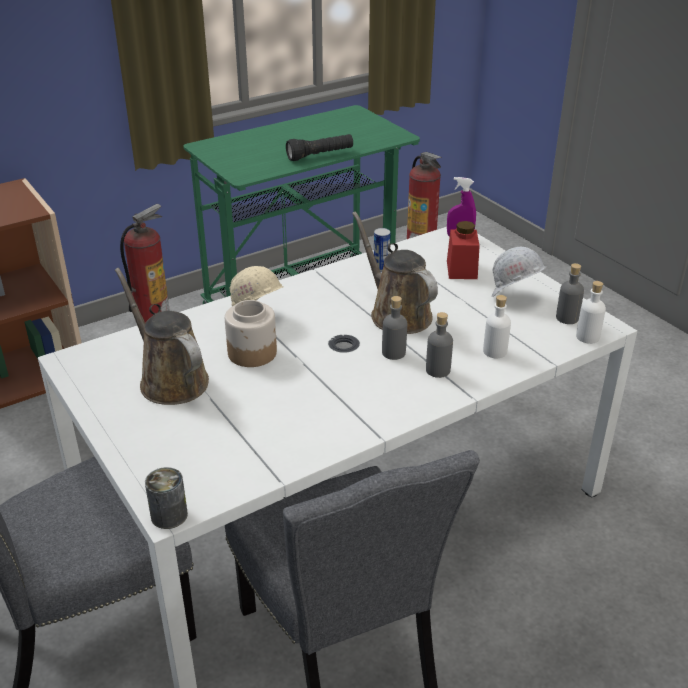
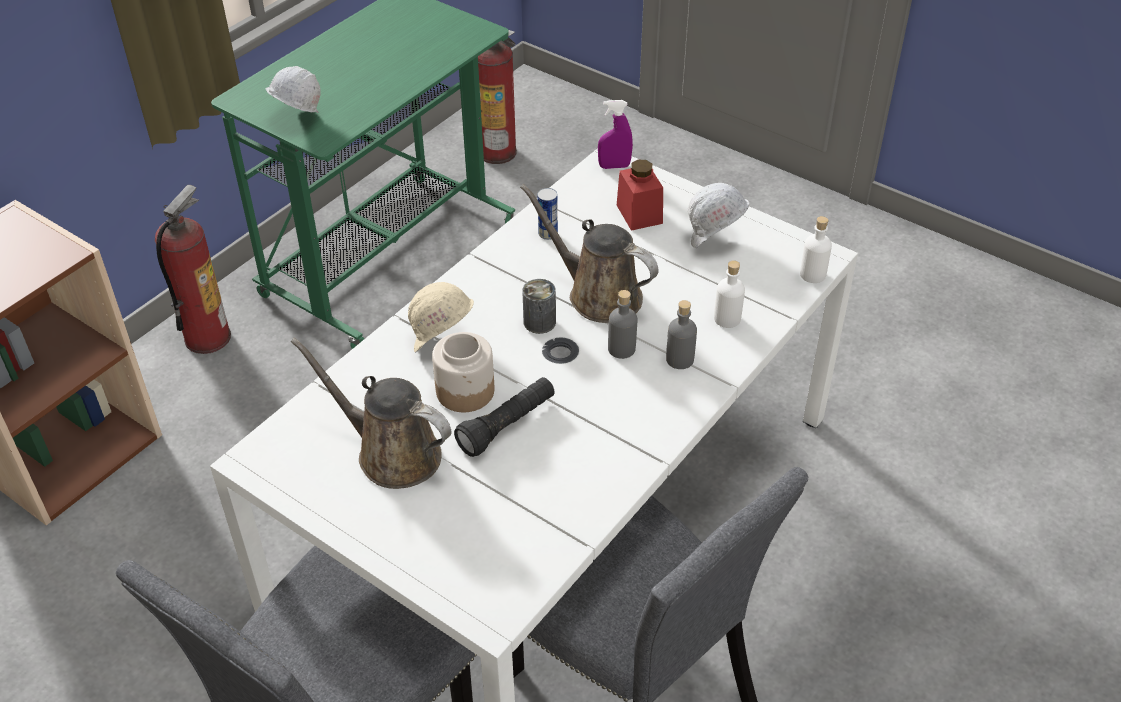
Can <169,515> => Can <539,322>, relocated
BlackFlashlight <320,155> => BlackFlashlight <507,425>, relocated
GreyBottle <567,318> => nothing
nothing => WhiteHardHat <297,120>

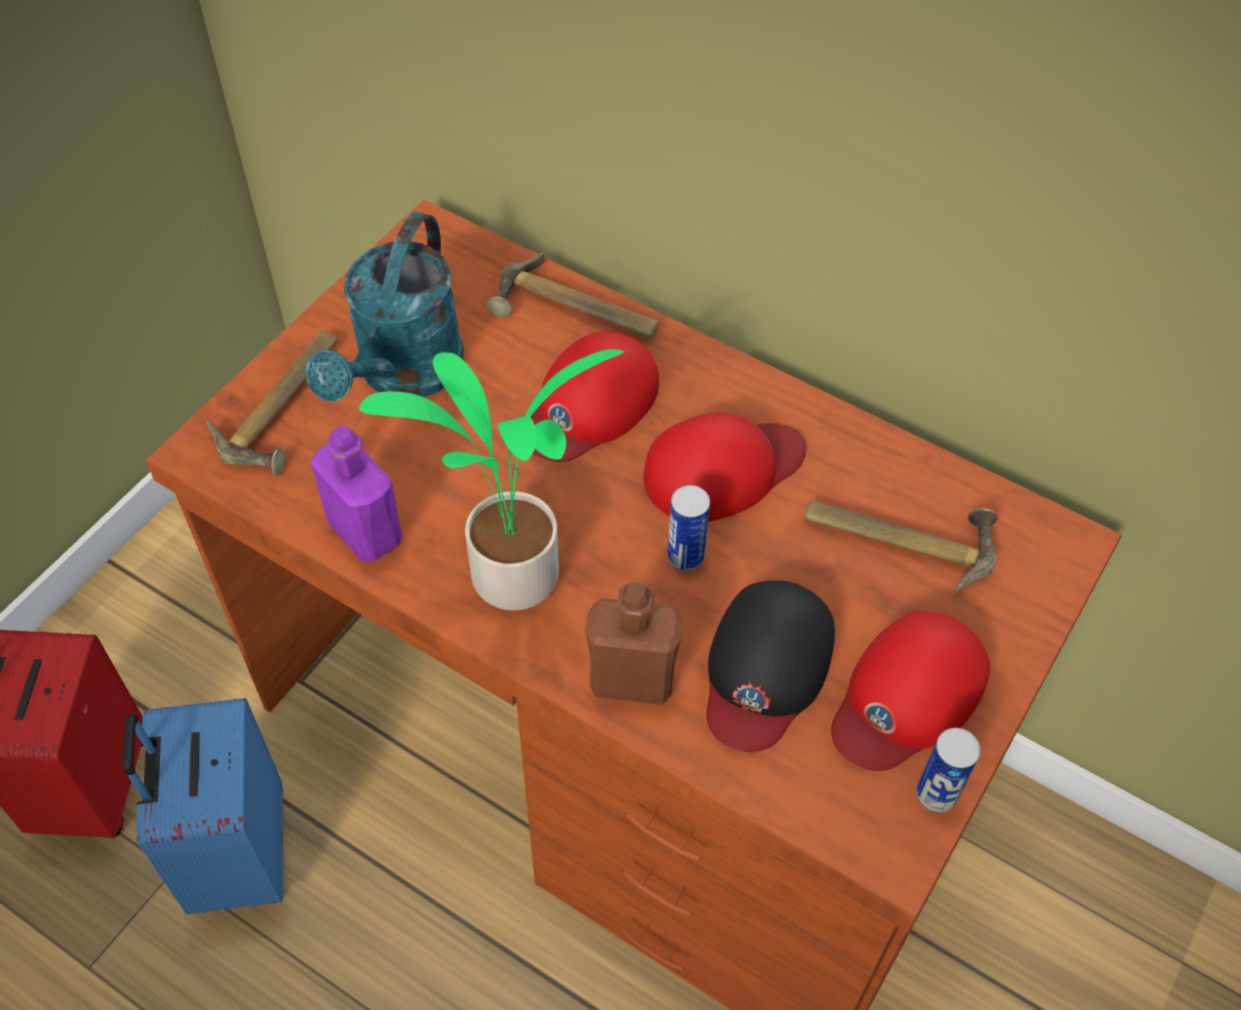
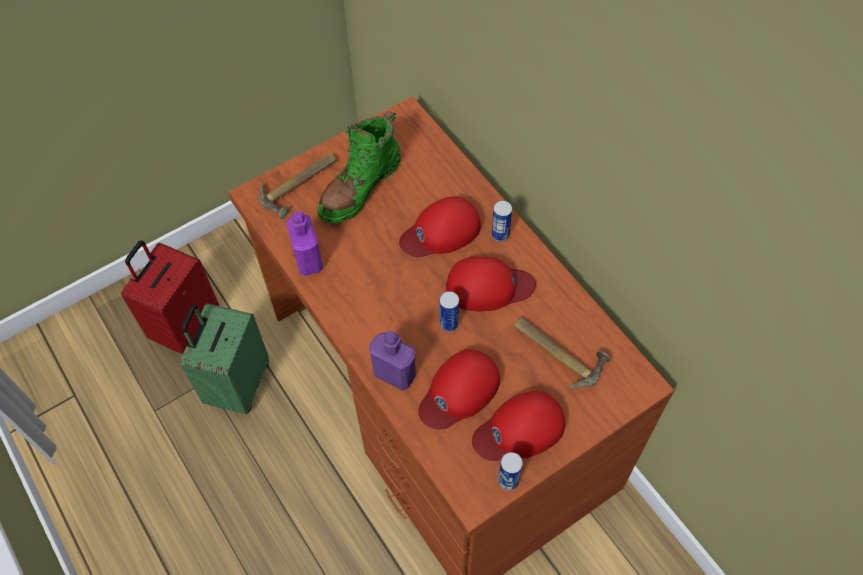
BlueSuitcase <237,855> => GreenSuitcase <237,384>
TurquoiseWateringCan <403,376> => GreenBoot <360,187>
PottedPlant <511,581> => nothing
Hammer <574,314> => nothing
BrownBottle <632,680> => PurpleBottle <394,374>
BlackCap <765,668> => RedCap <459,391>
nothing => Can <500,235>

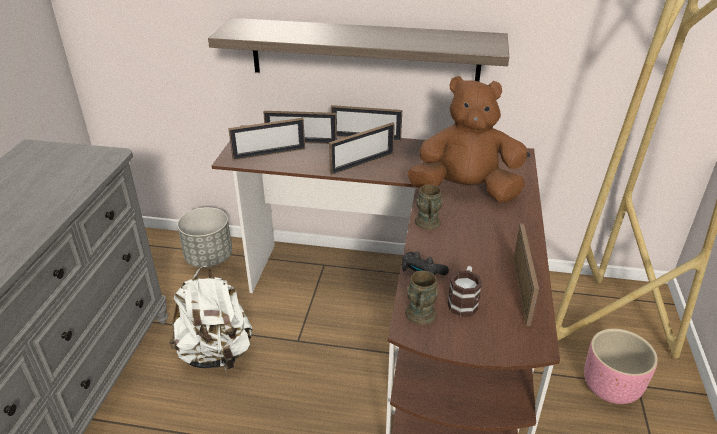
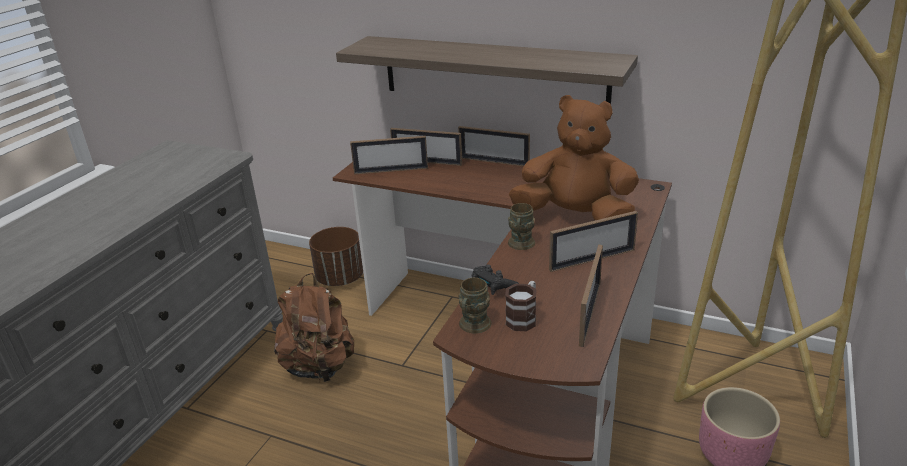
WhiteBackpack <216,353> => BrownBackpack <319,367>
GreyPlanter <209,257> => BrownPlanter <340,278>
PictureFrame <362,163> => PictureFrame <592,260>, relocated

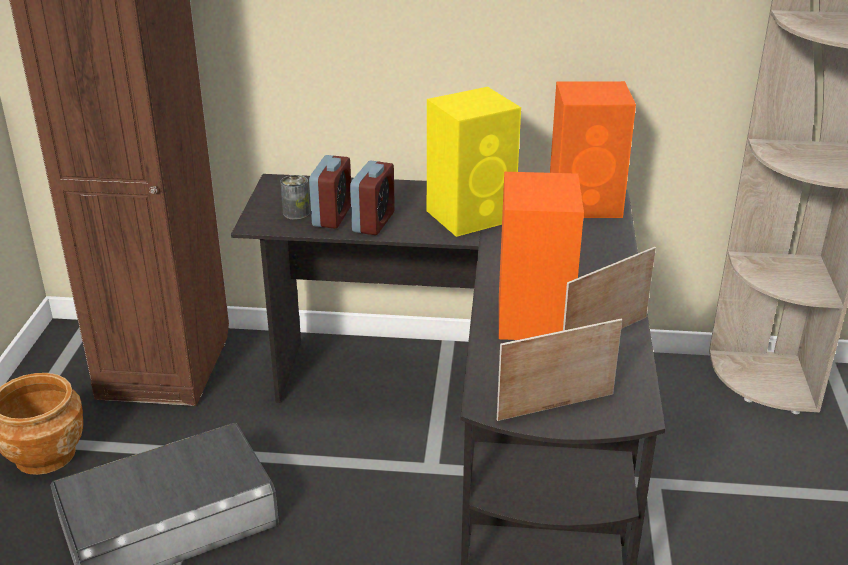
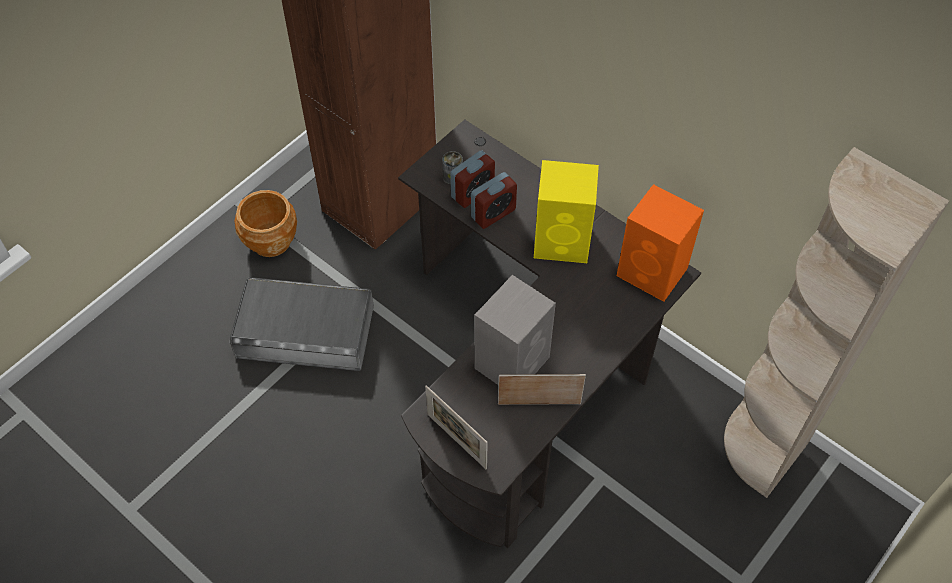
PictureFrame <555,407> => PictureFrame <456,441>, 150 degrees counterclockwise
OrangeSpeaker <533,316> => GreySpeaker <513,361>

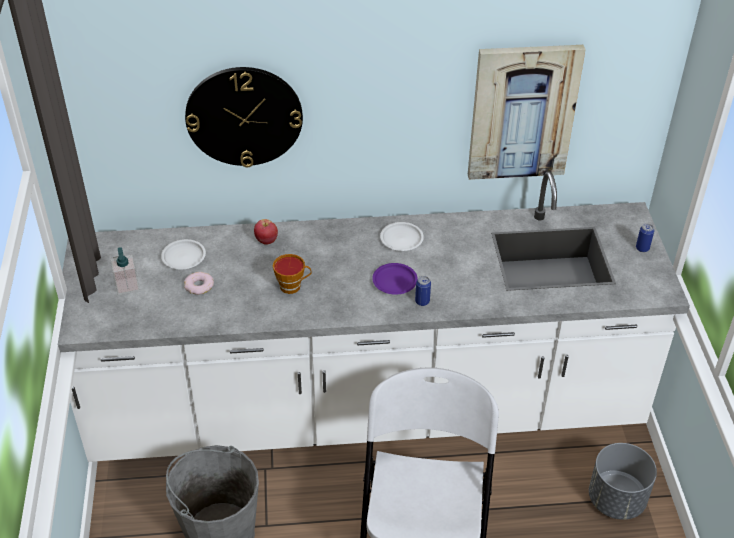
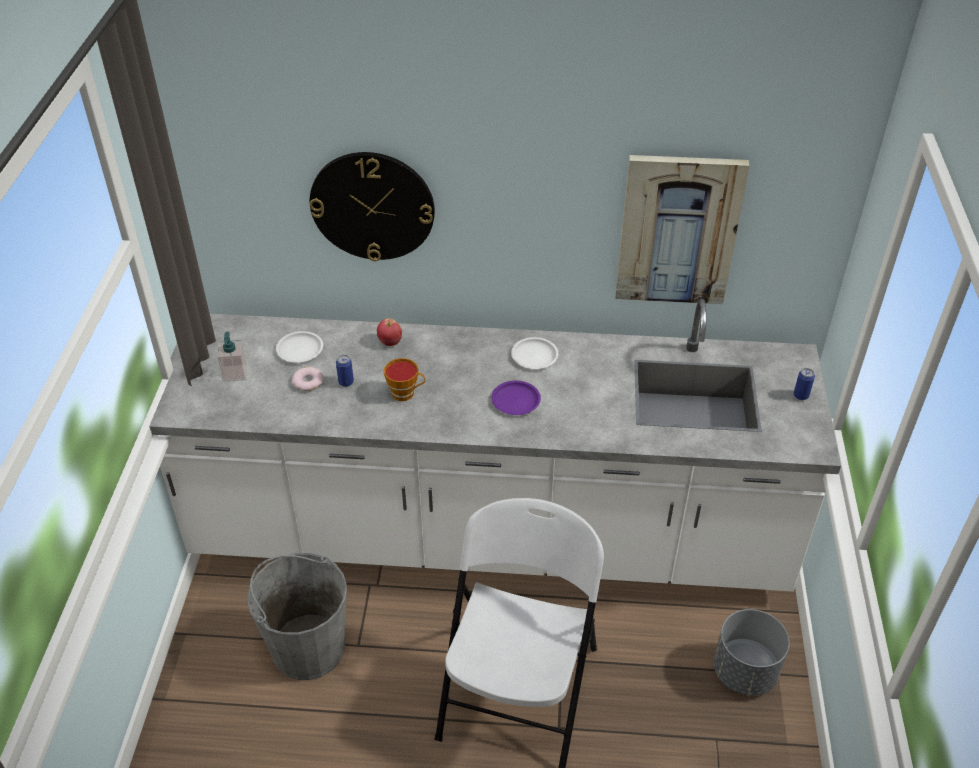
Can <422,301> => Can <346,382>, relocated

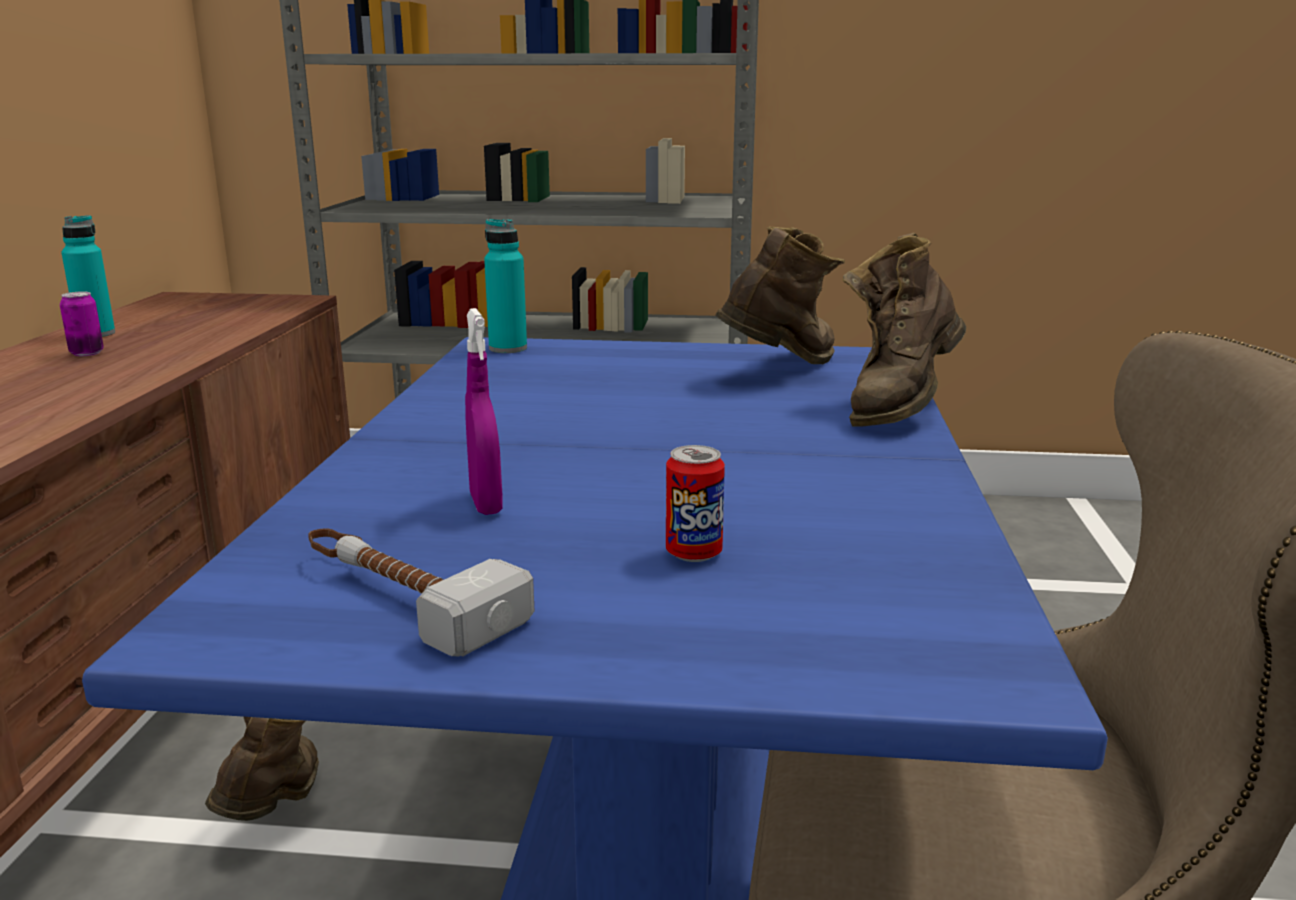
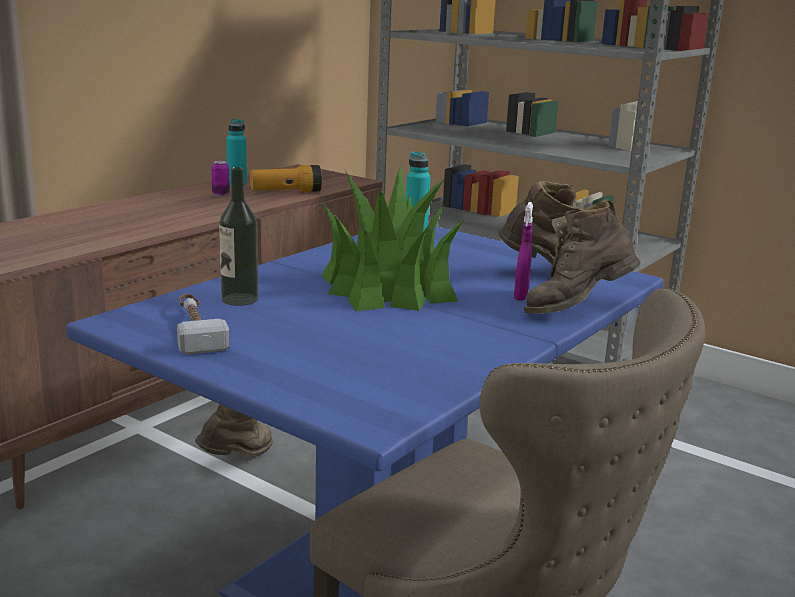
PurpleSprayBottle <486,504> => PurpleSprayBottle <521,296>, relocated
Can <693,553> => nothing
nothing => Bottle <239,299>
nothing => Flashlight <286,192>
nothing => PottedPlant <388,288>

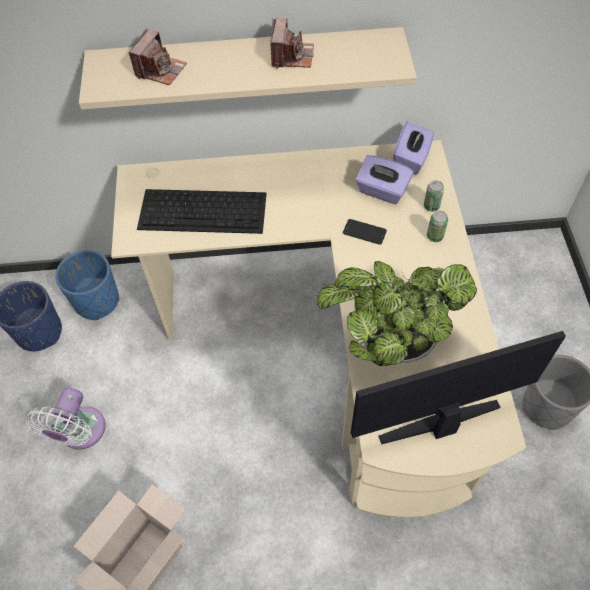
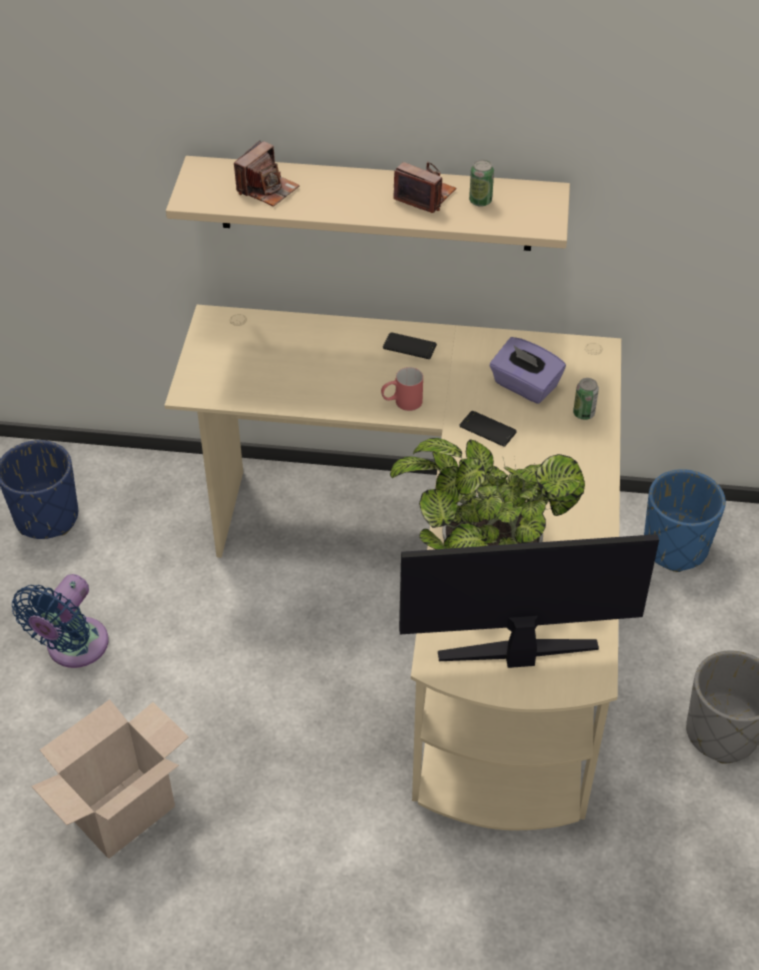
WhiteFan <80,433> => BlueFan <73,648>
BluePlanter <97,301> => BluePlanter <675,547>, relocated
Keyboard <204,210> => nothing
PhotoCamera <291,56> => PhotoCamera <425,196>, 75 degrees counterclockwise
PurpleTissueBox <411,159> => nothing
Can <435,236> => Can <480,201>, relocated
nothing => RedMug <401,402>
nothing => Phone <409,346>

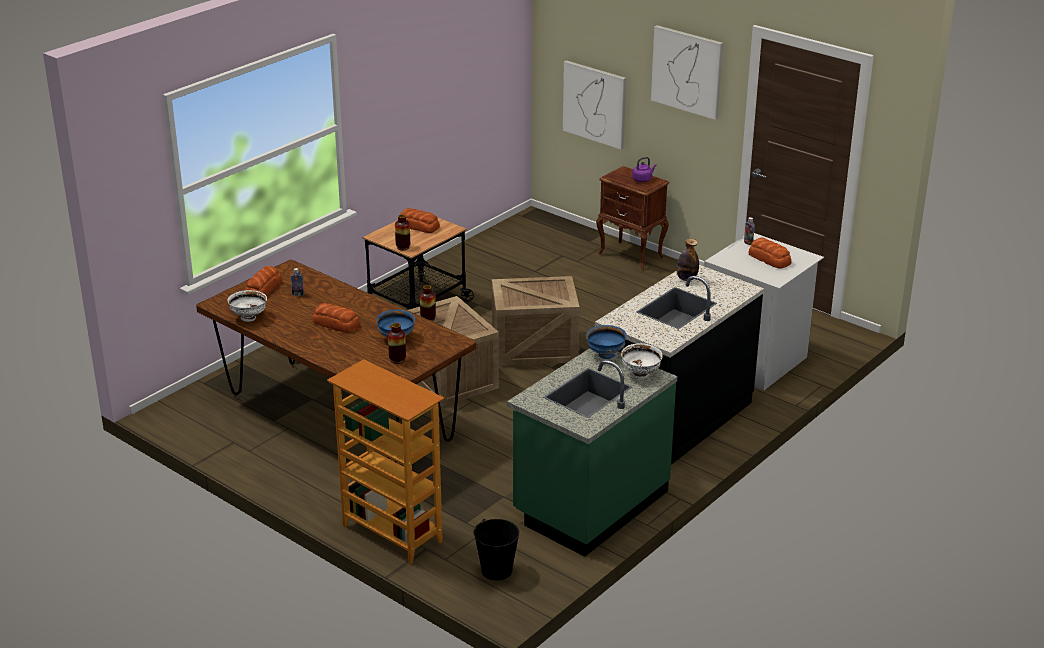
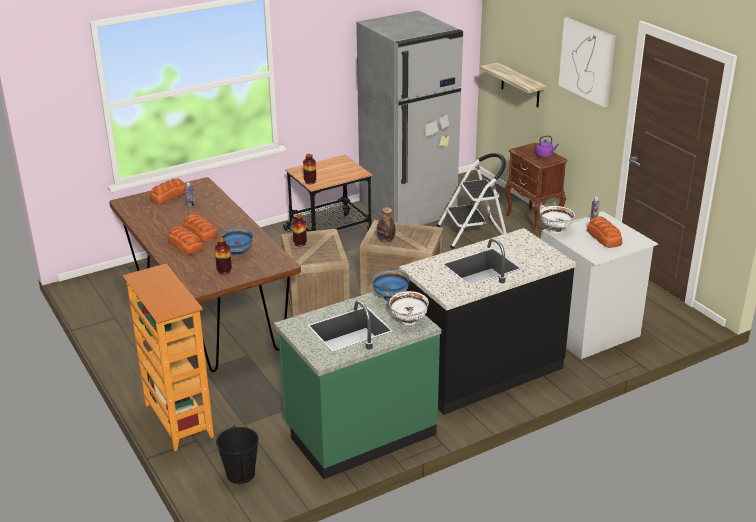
WhiteBowl <248,317> => WhiteBowl <555,230>, relocated
Bread <418,226> => Bread <185,245>, relocated
Picture <595,104> => Shelf <520,85>
Bottle <686,278> => Bottle <386,240>, relocated
nothing => GreyFridge <408,207>
nothing => StepLadder <474,234>

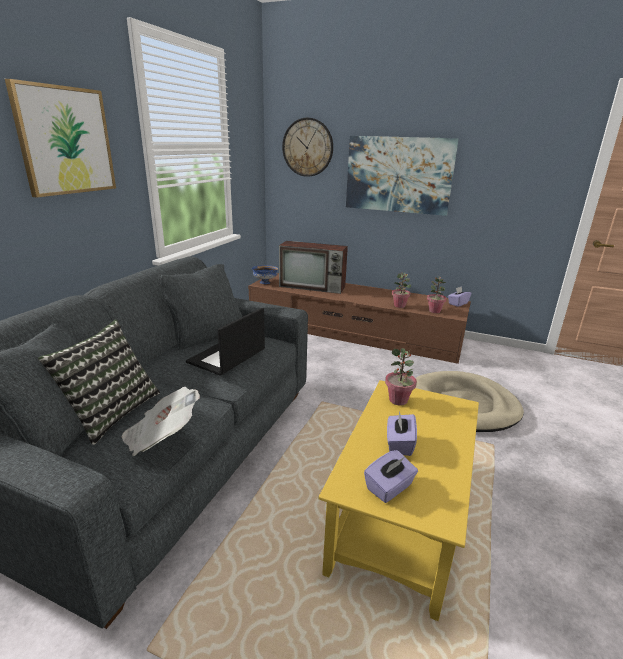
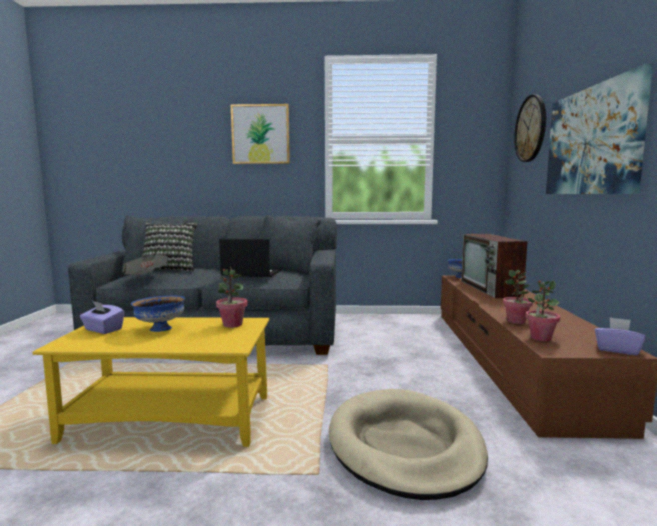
PurpleTissueBox <399,444> => BlueBowl <160,329>

